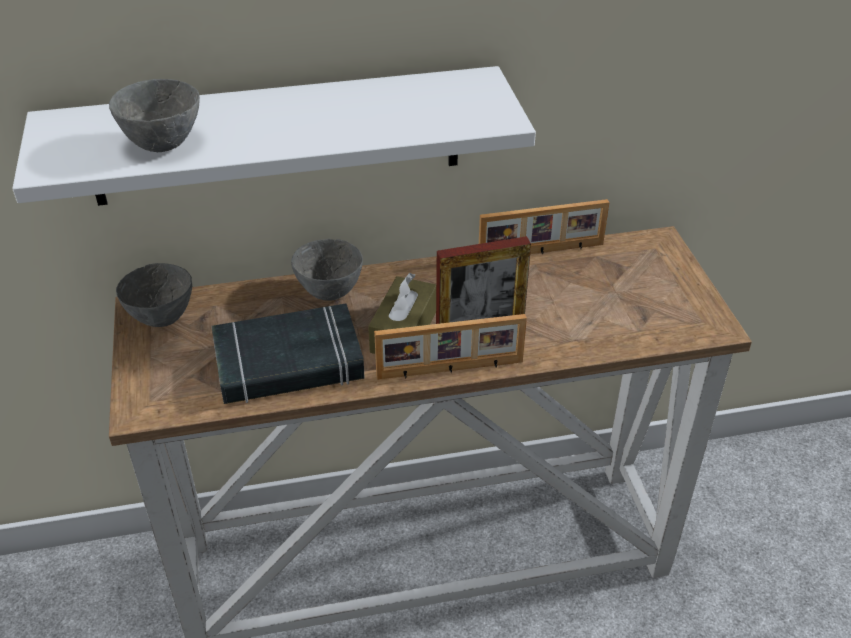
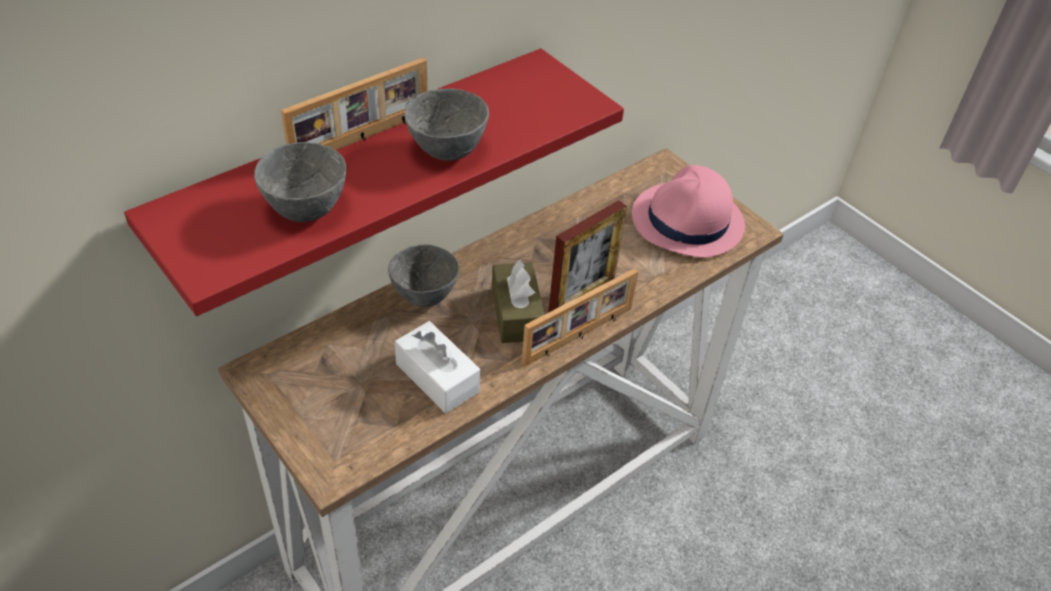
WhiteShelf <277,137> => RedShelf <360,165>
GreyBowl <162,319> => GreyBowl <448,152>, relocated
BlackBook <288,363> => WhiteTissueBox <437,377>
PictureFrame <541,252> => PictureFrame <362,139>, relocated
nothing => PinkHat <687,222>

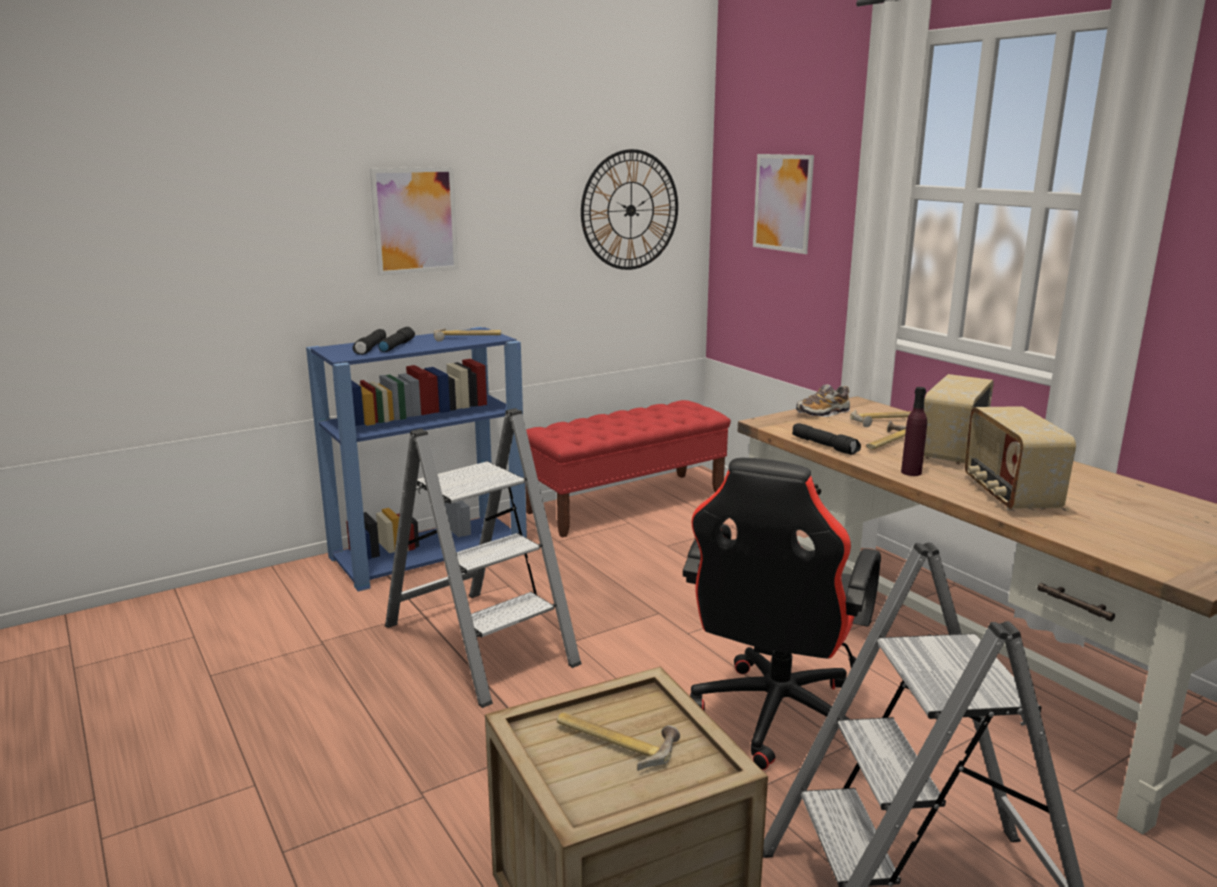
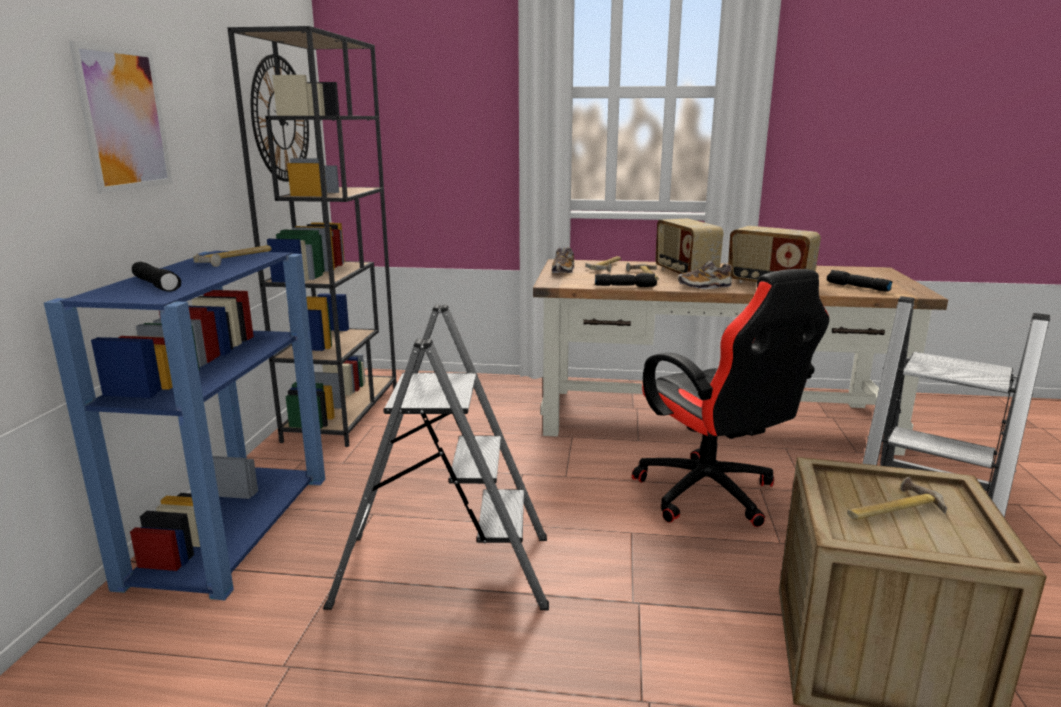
BlackFlashlight <396,346> => BlackFlashlight <857,287>, relocated
RedBench <627,503> => Bookcase <343,413>
Picture <782,203> => nothing
PurpleBottle <911,472> => Shoe <704,286>

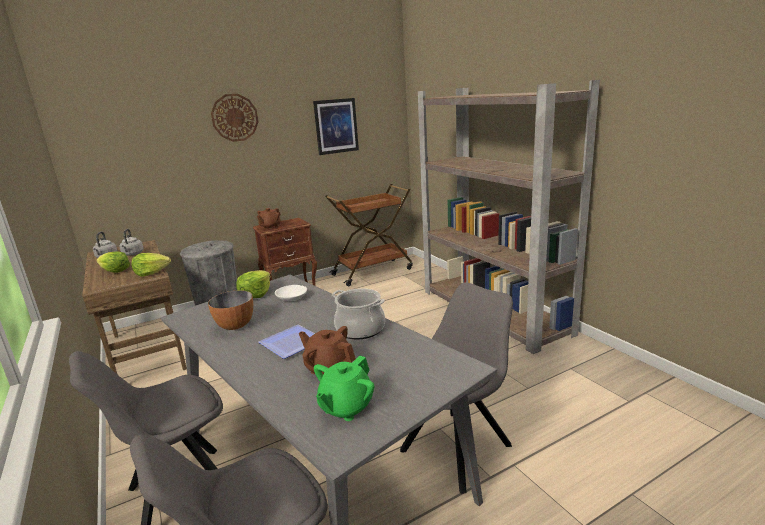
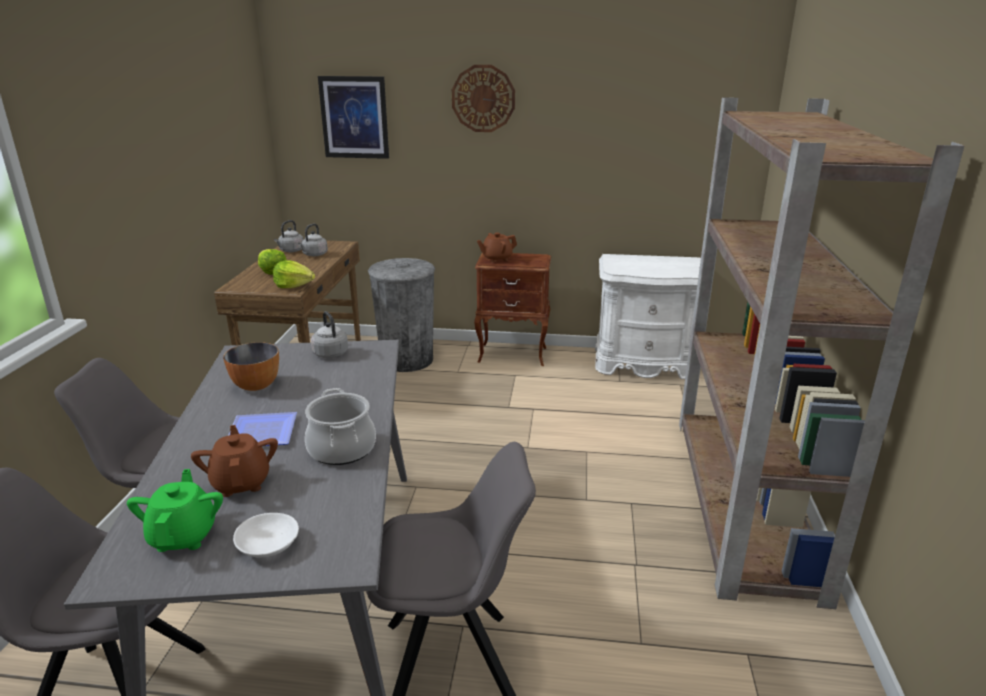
Lettuce <256,294> => GreyKettle <330,353>
WhiteBowl <292,298> => WhiteBowl <269,545>, relocated
Picture <336,126> => Picture <354,117>, relocated
GreenTeapot <346,407> => GreenTeapot <184,536>, 105 degrees clockwise
BrownCart <373,272> => WhiteNightstand <644,364>

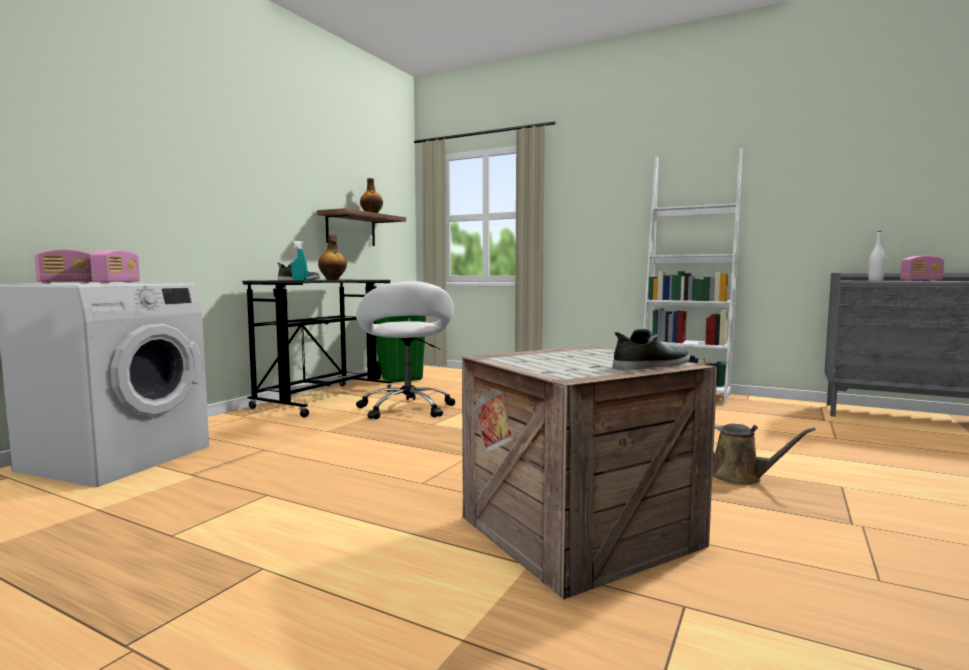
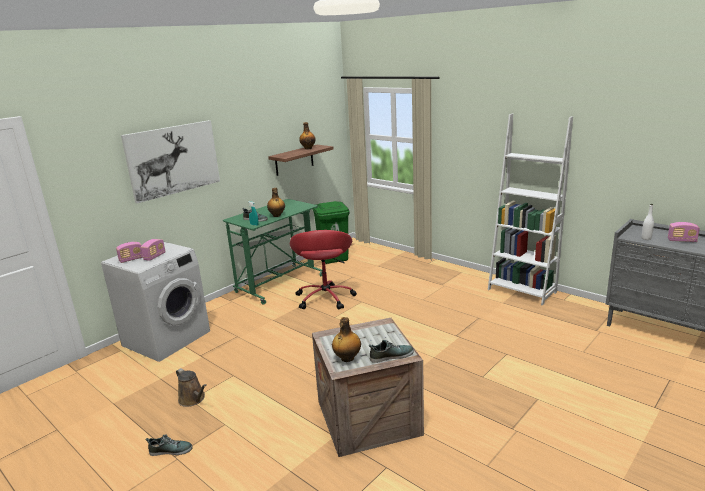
BlackDesk <325,399> => GreenDesk <279,284>
WhiteOfficeChair <407,409> => RedOfficeChair <325,299>
BrownWateringCan <741,477> => BrownWateringCan <193,399>, relocated
nothing => Picture <173,160>
nothing => Shoe <171,450>
nothing => Bottle <347,358>

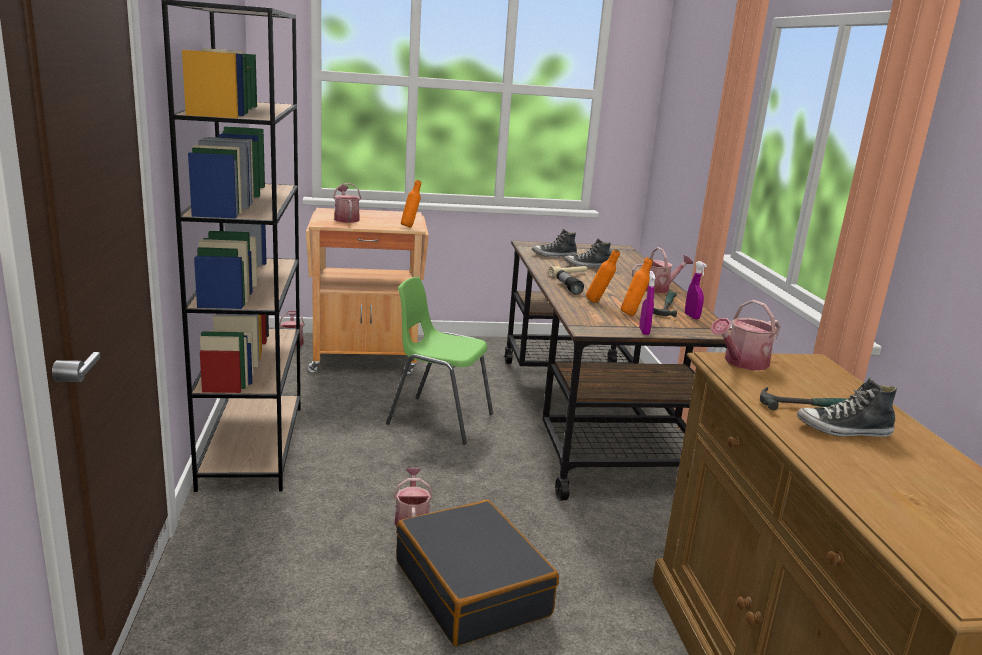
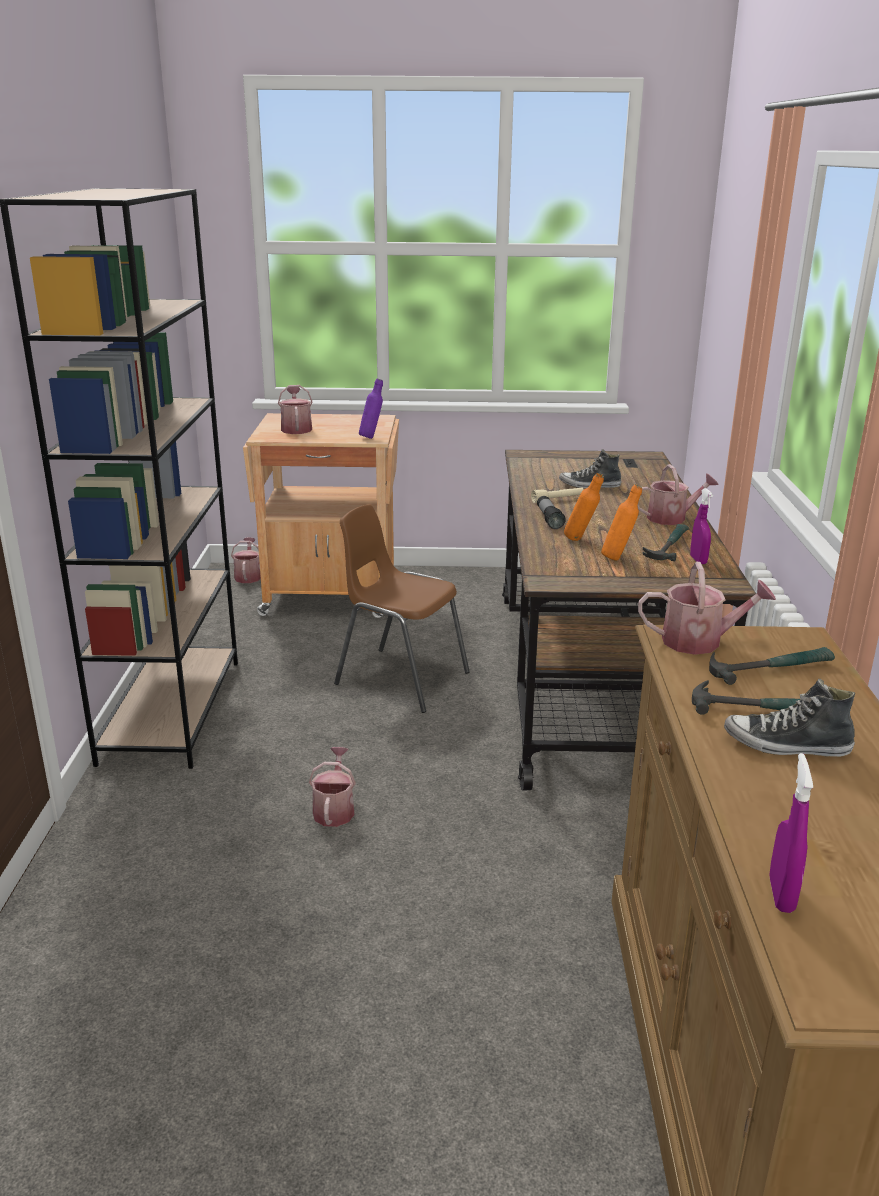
GreenChair <439,419> => BrownChair <400,678>
BlackSuitcase <472,588> => nothing
OrangeBottle <410,226> => PurpleBottle <371,437>
Shoe <553,255> => nothing
PurpleSprayBottle <644,331> => PurpleSprayBottle <781,895>, relocated
WateringCan <742,363> => WateringCan <700,641>, 150 degrees counterclockwise
nothing => Hammer <769,668>

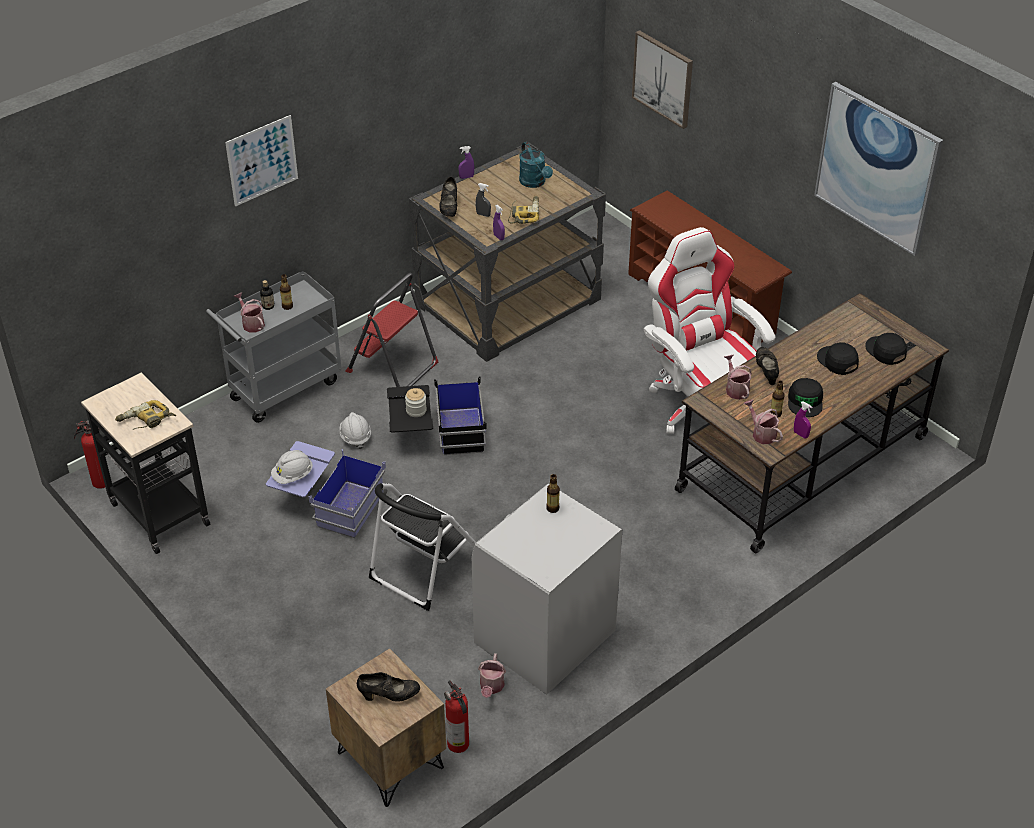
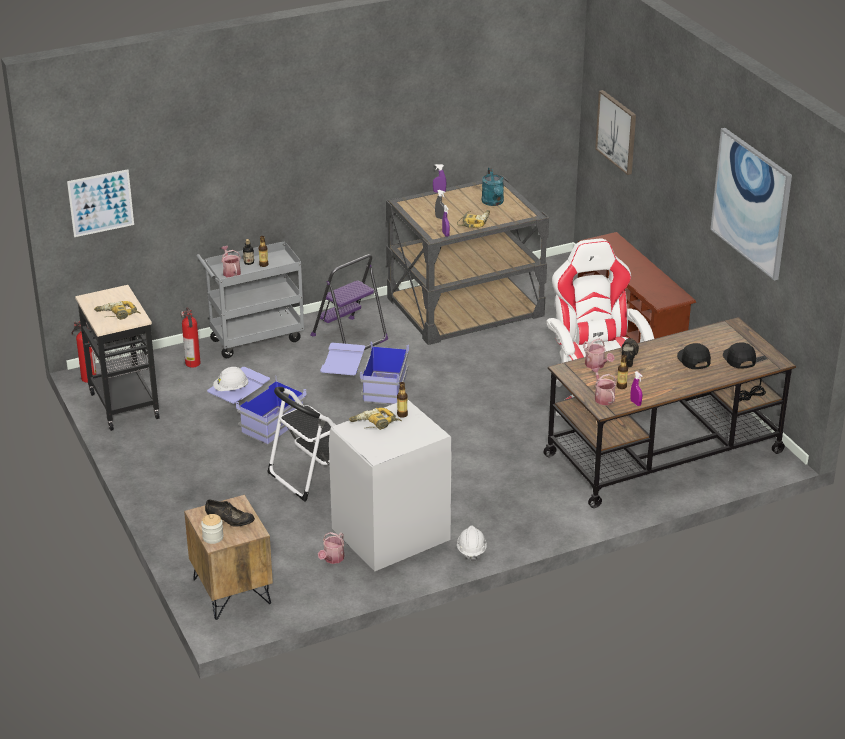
Picture <262,160> => Picture <101,203>, relocated
WhiteHardHat <355,437> => WhiteHardHat <471,550>, relocated
RedStepLadder <395,368> => PurpleStepLadder <351,338>
BlackStorageBox <437,434> => BlueStorageBox <365,387>
Jar <416,410> => Jar <213,537>, relocated
BlackShoe <449,207> => nothing
FireExtinguisher <459,745> => FireExtinguisher <193,364>, relocated
WateringCan <735,389> => WateringCan <596,365>, 150 degrees clockwise
BlackCap <805,401> => nothing
nothing => PowerDrill <375,424>

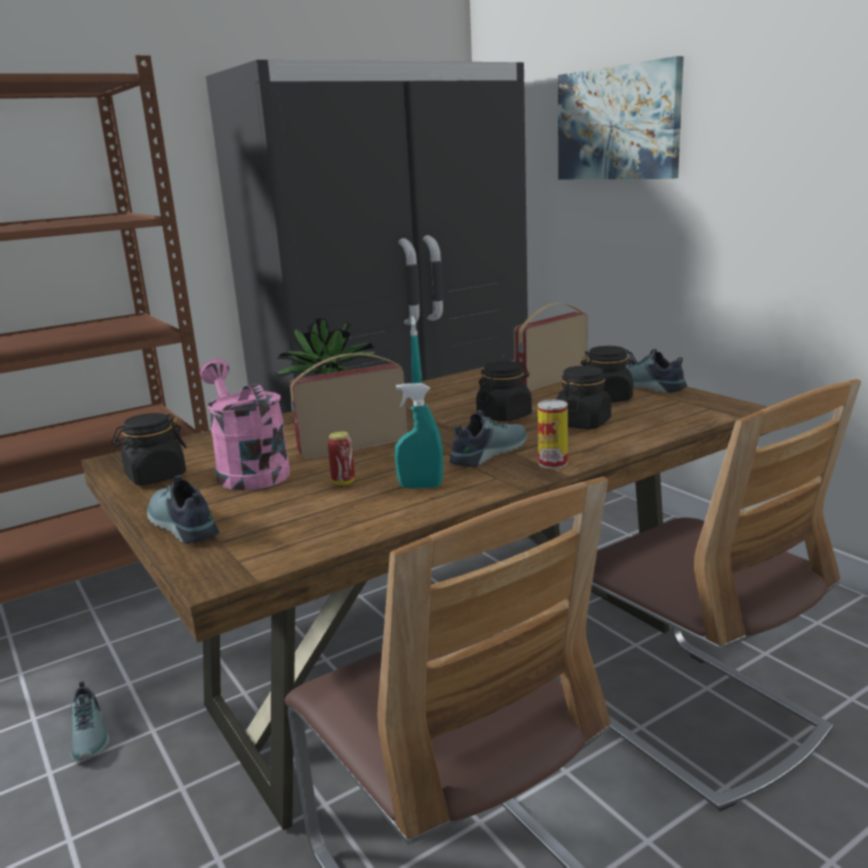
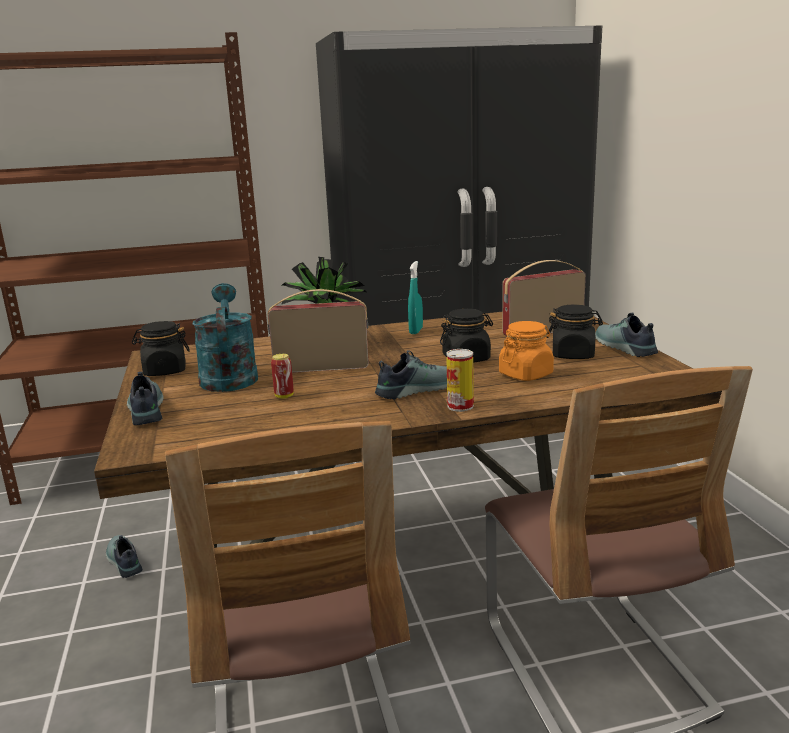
Shoe <91,735> => Shoe <123,562>, 150 degrees clockwise
PinkWateringCan <248,470> => TurquoiseWateringCan <228,376>
TurquoiseSprayBottle <420,486> => nothing
BlackJar <582,423> => OrangeJar <526,374>
Picture <618,123> => nothing

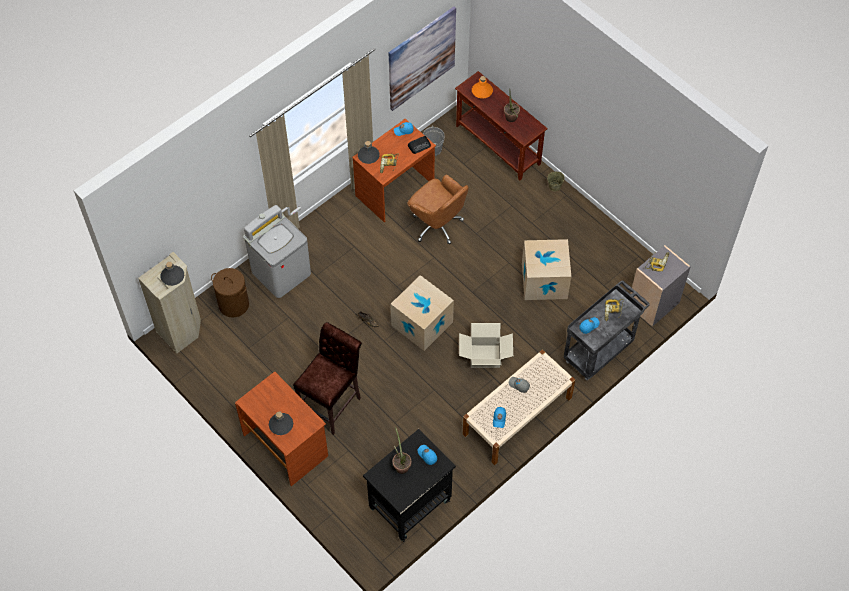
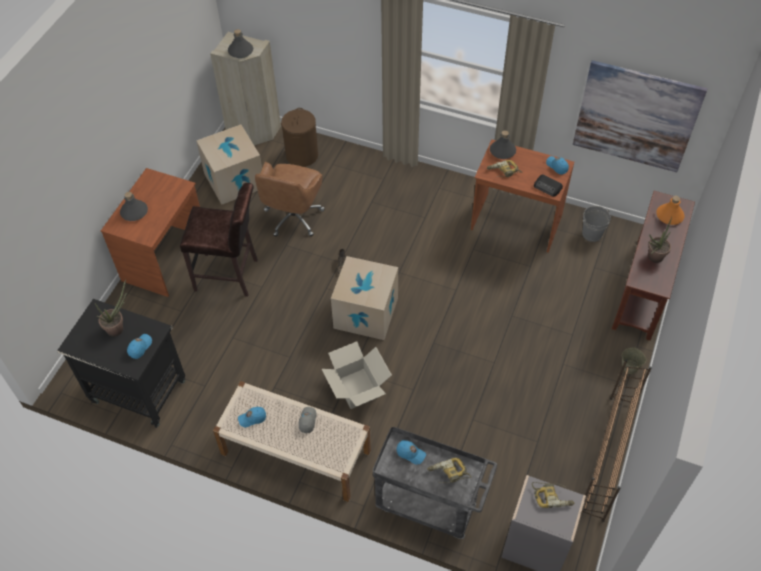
GreyWashingMachine <282,272> => nothing
BrownOfficeChair <437,225> => BrownOfficeChair <293,217>, relocated
CardboardBox <544,281> => CardboardBox <234,180>, relocated
nothing => BrownShoeRack <606,457>

